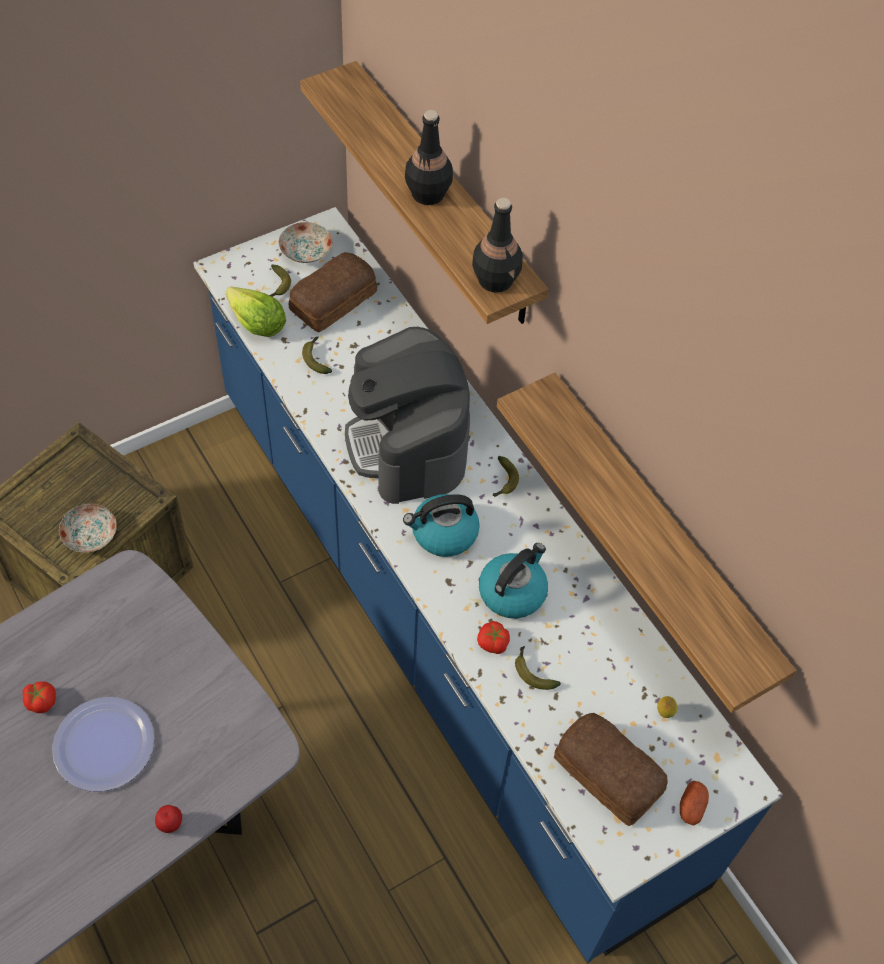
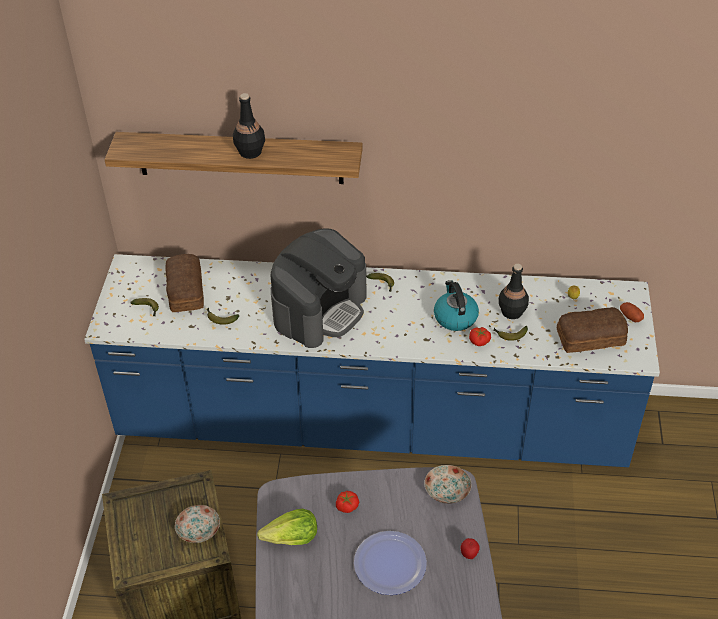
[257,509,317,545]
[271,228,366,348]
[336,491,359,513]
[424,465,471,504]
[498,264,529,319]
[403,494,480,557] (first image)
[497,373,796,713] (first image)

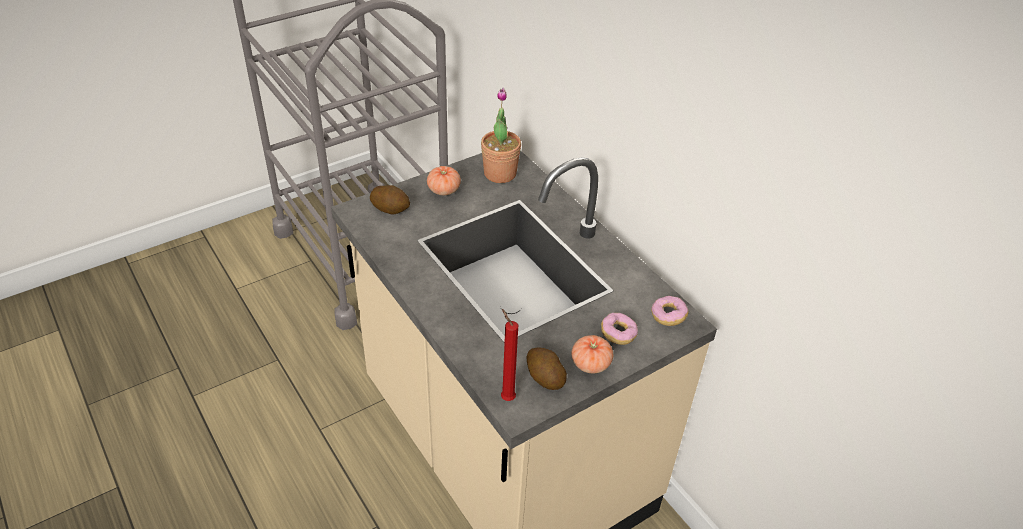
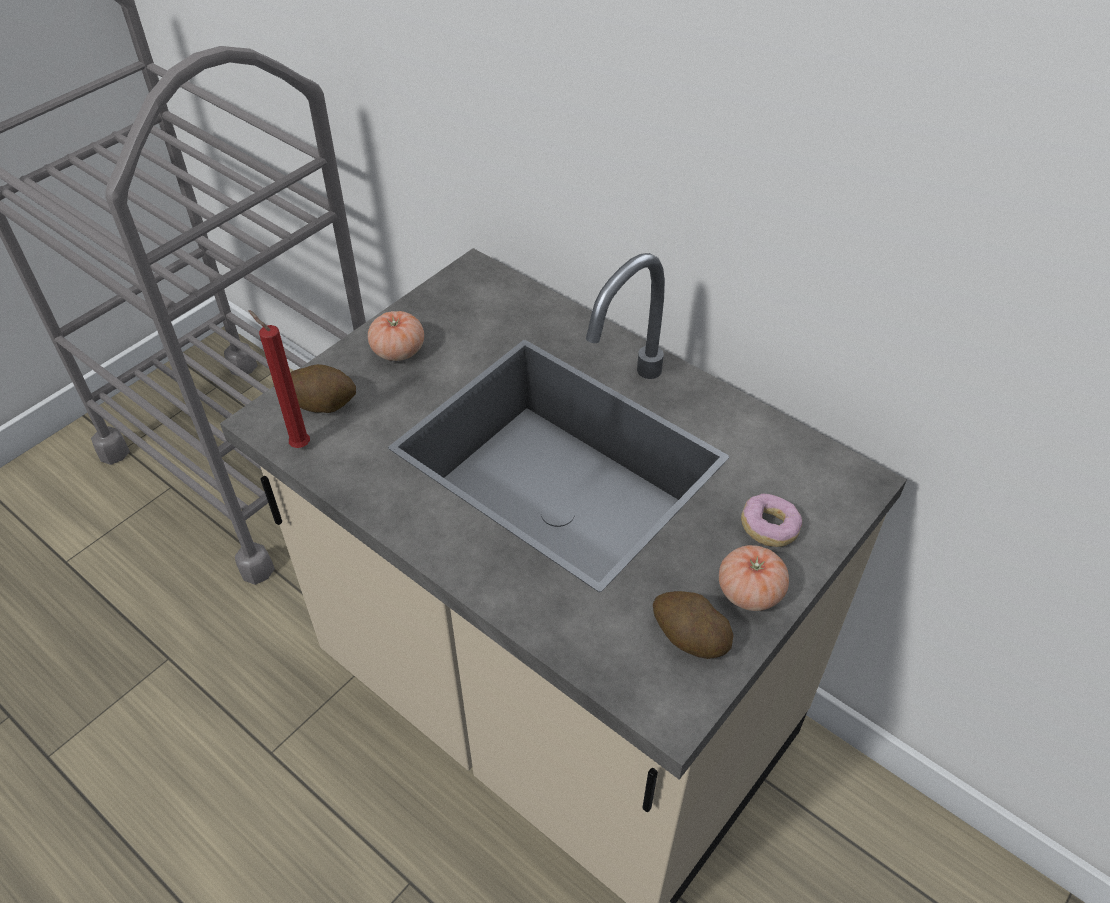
[248,310,310,448]
[481,88,521,183] (first image)
[651,296,689,326] (first image)

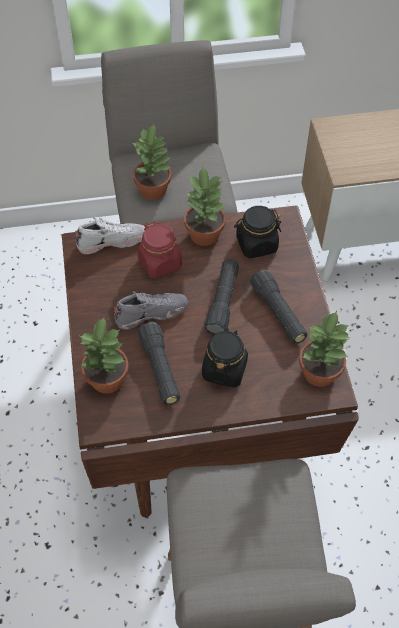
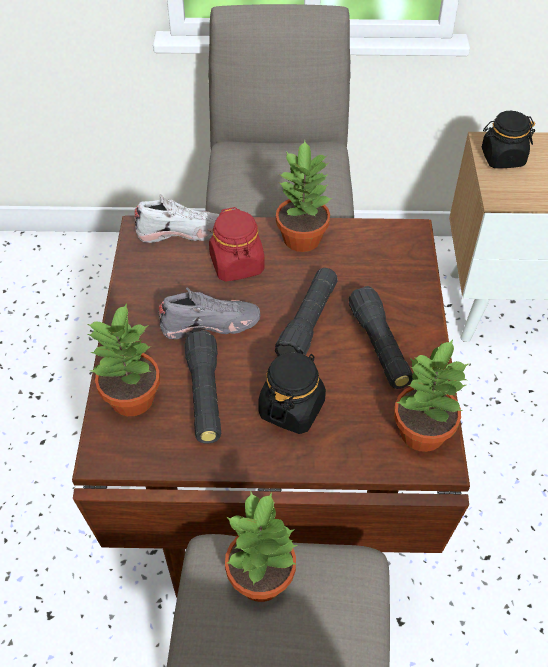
[225,492,298,602]
[482,111,535,168]

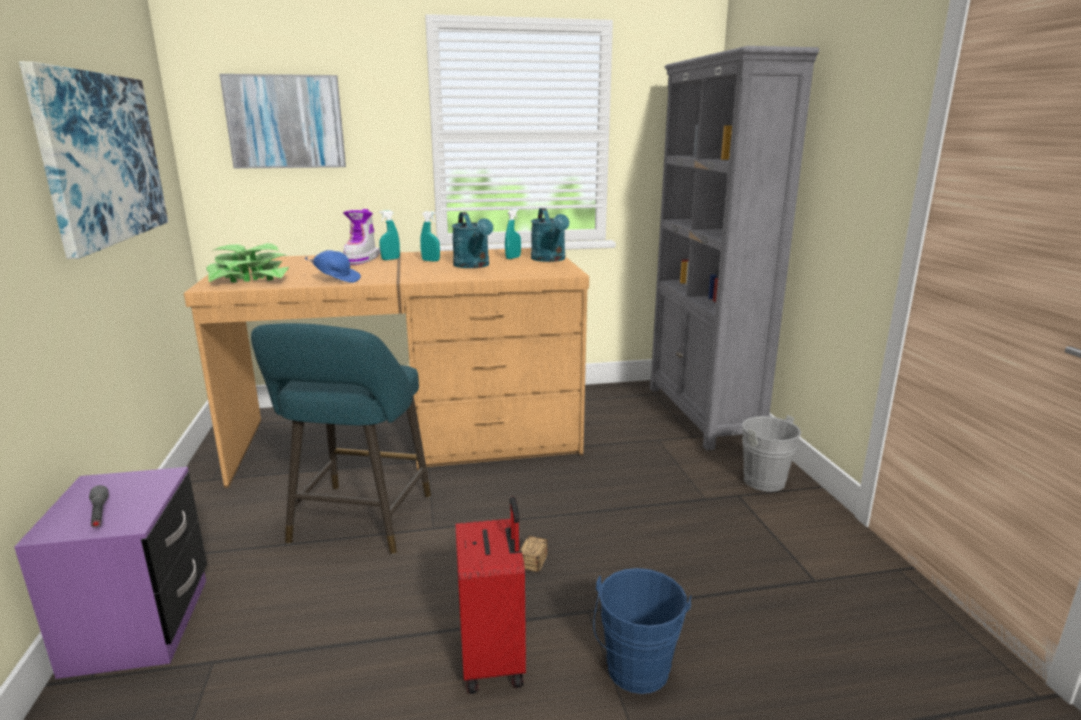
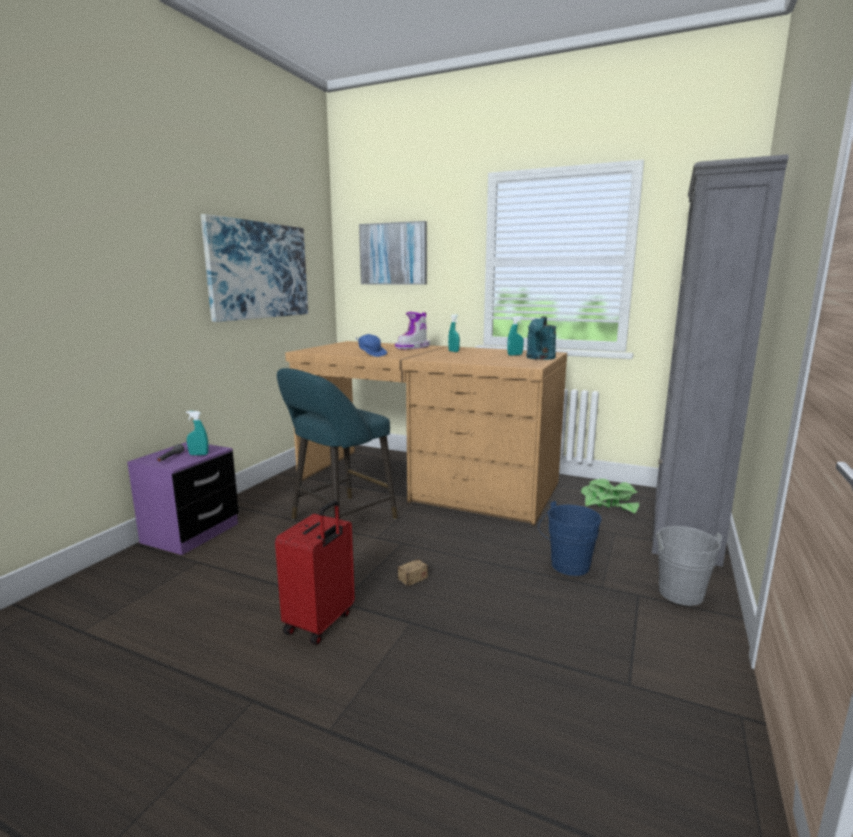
[186,411,209,456]
[538,501,602,576]
[581,479,639,513]
[452,212,493,268] (first image)

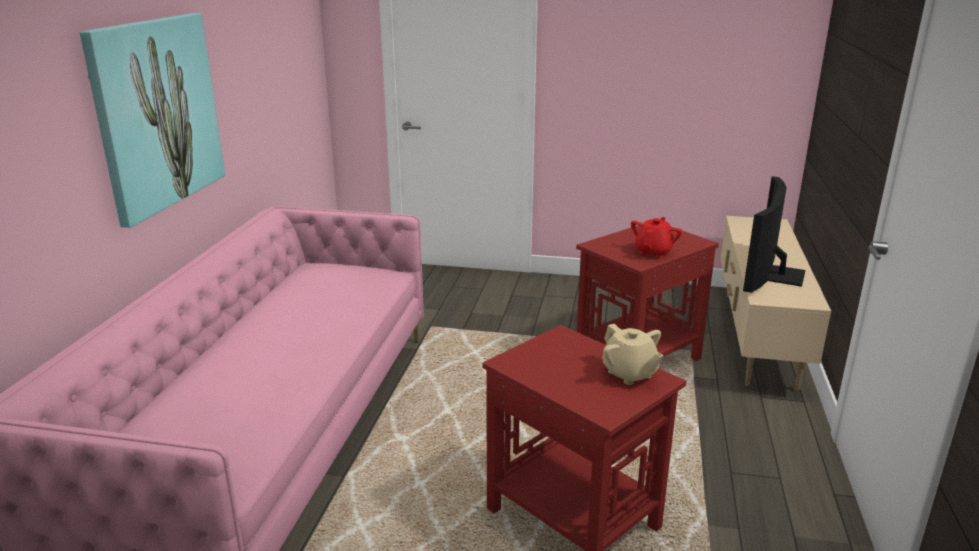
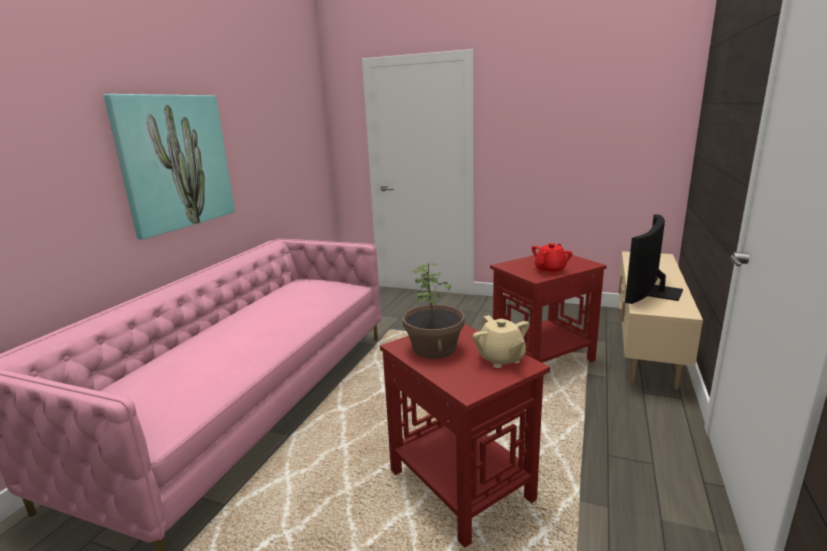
[403,264,465,359]

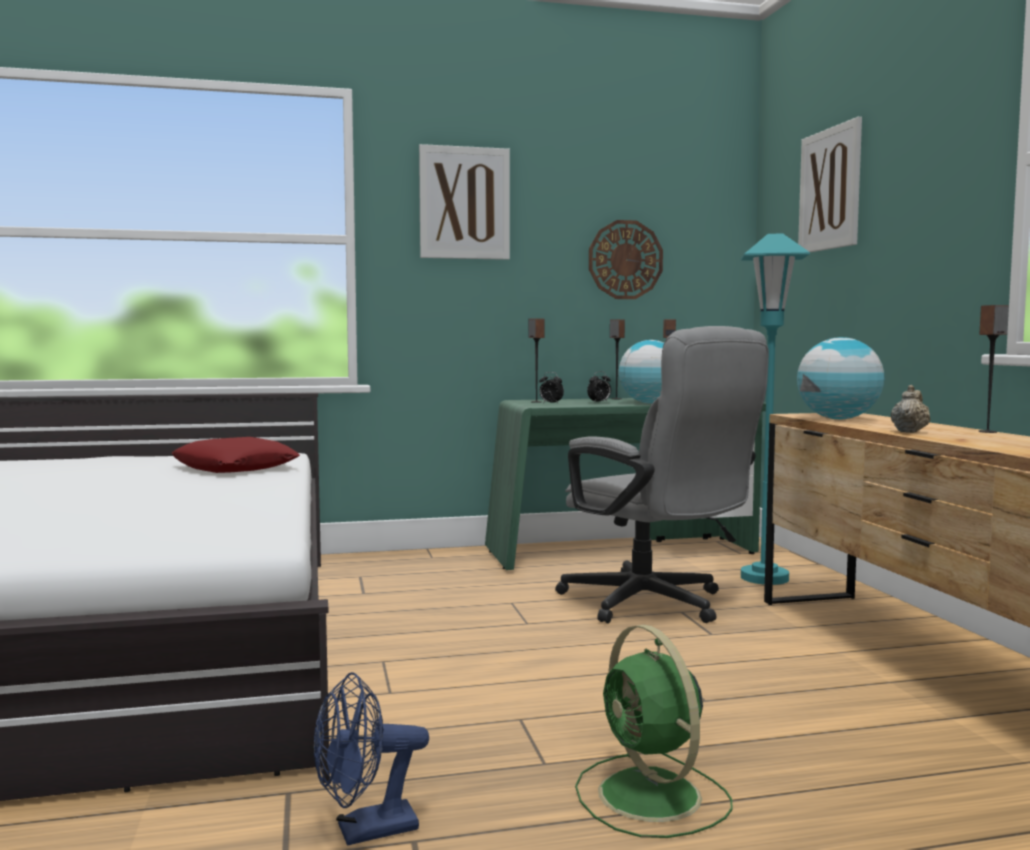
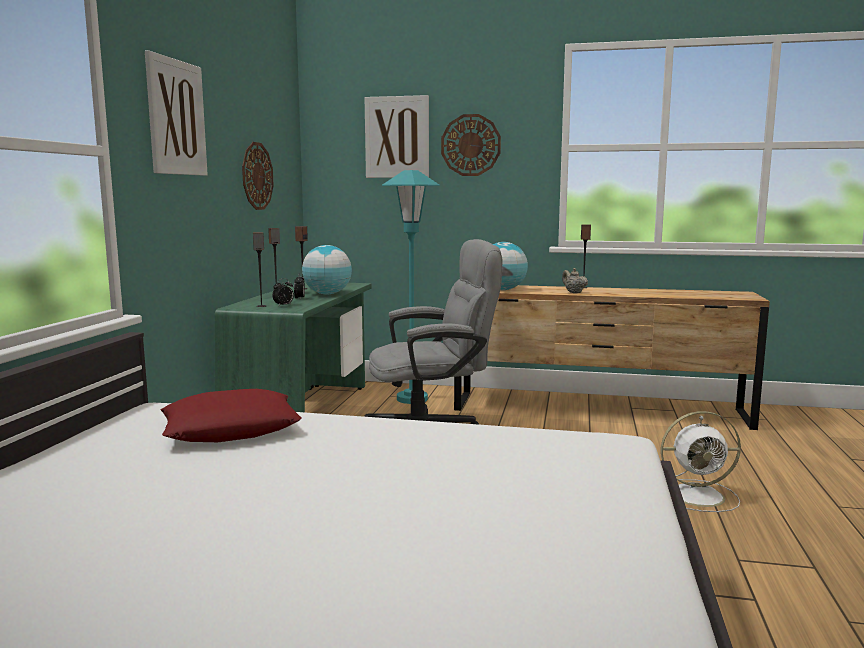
[441,114,501,176]
[661,411,741,512]
[314,672,429,846] (first image)

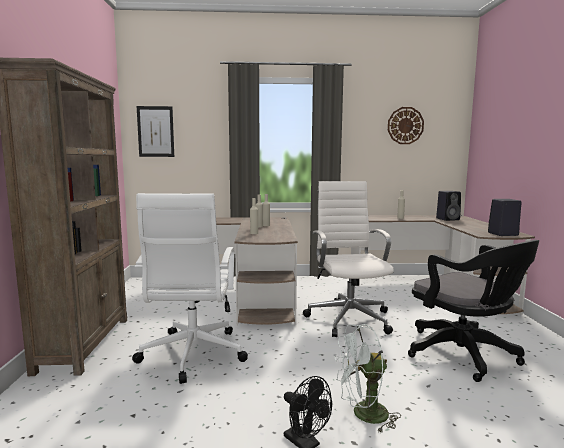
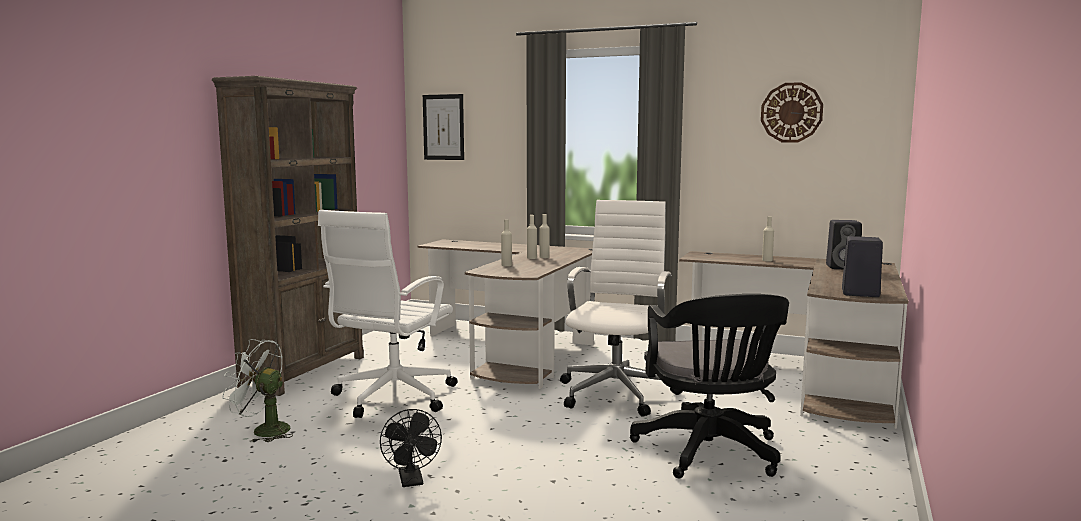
[223,339,293,443]

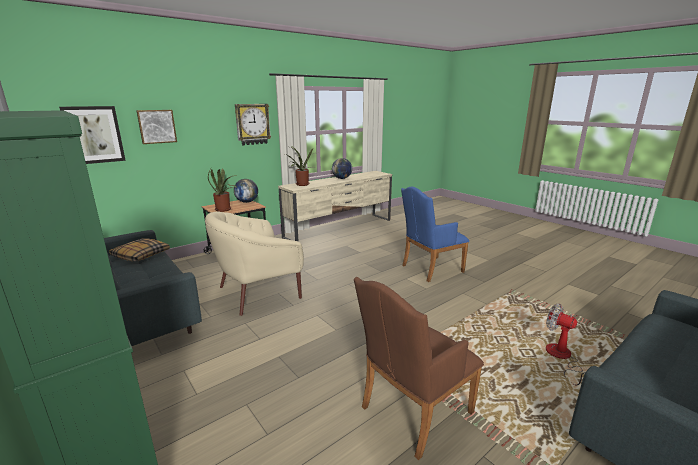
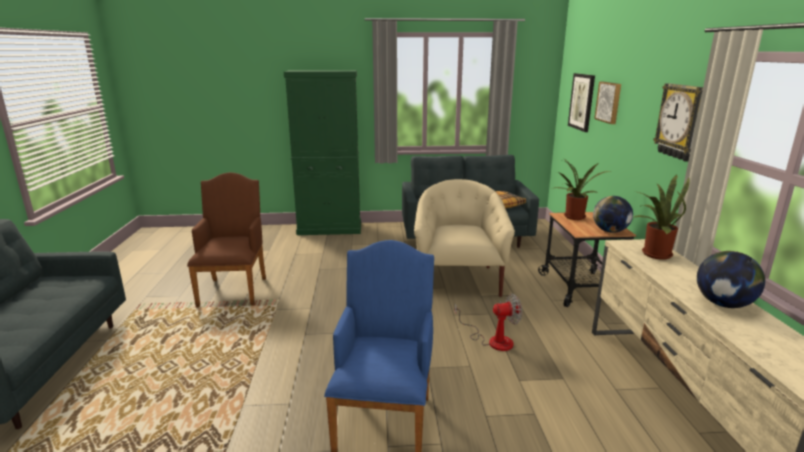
[455,293,522,351]

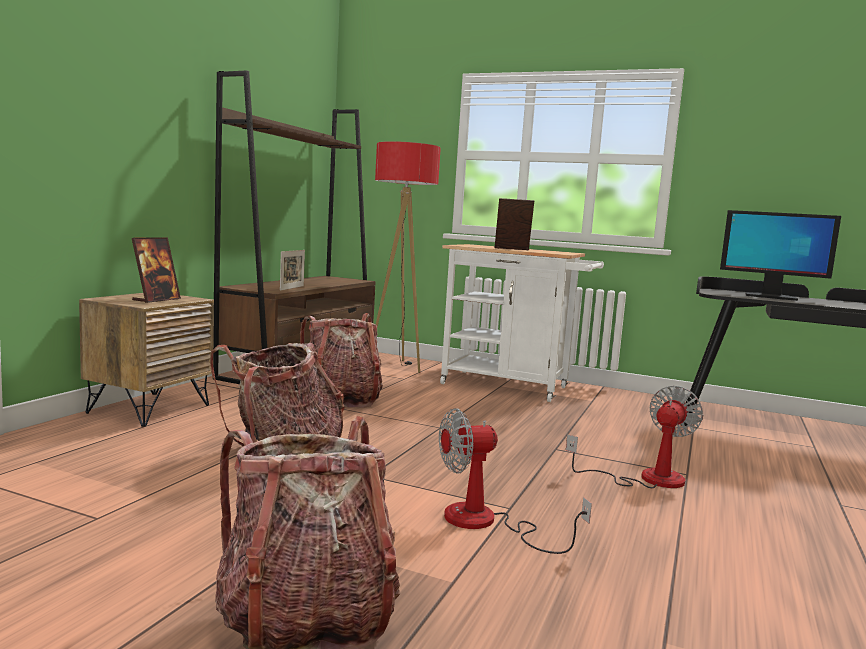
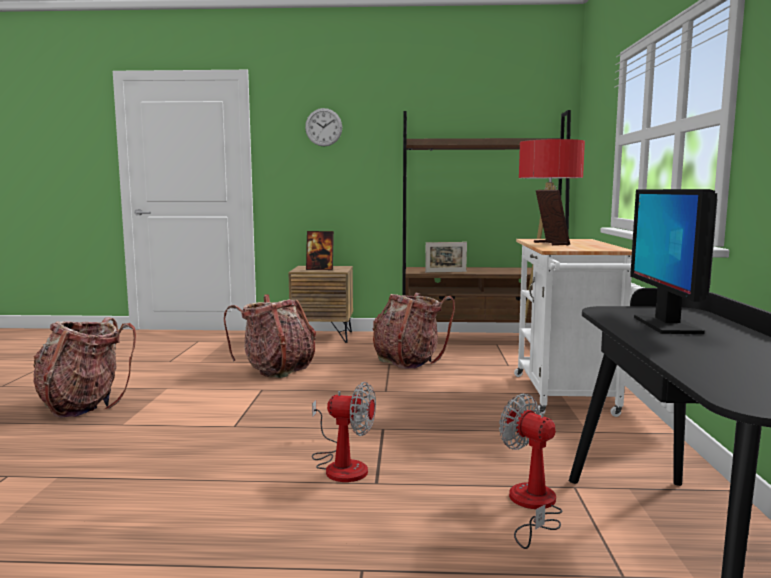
[305,108,342,146]
[499,394,562,549]

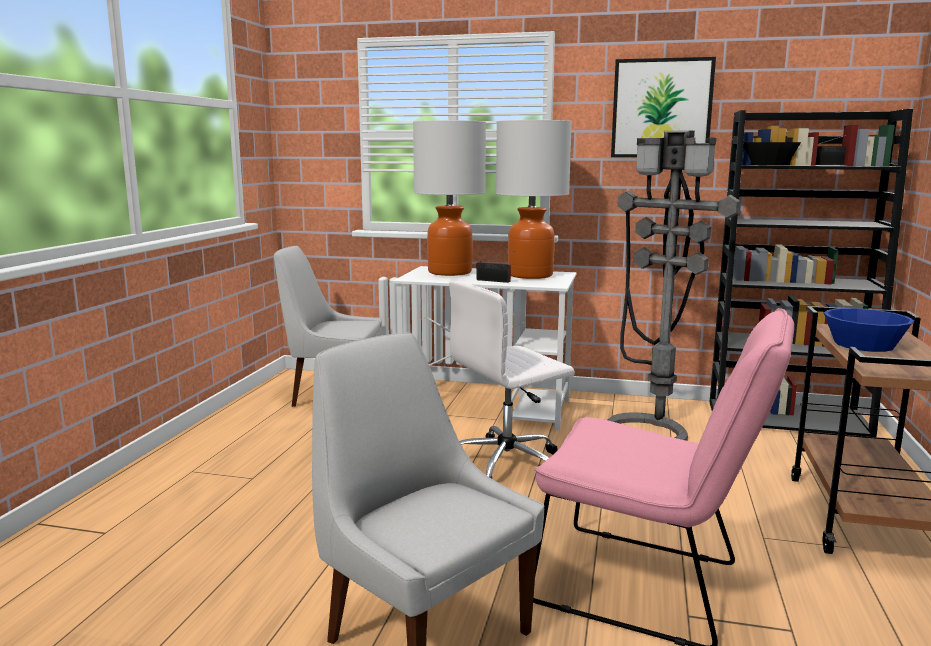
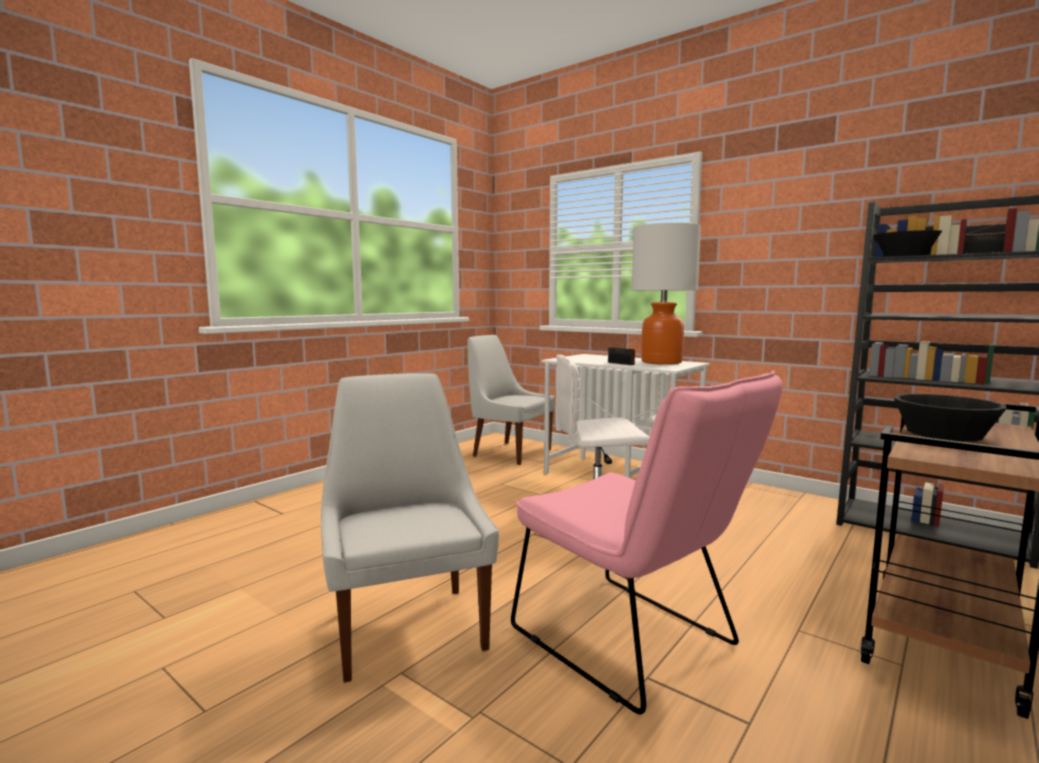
[894,394,1007,441]
[413,120,486,276] (first image)
[608,130,741,441] (first image)
[611,57,716,157] (first image)

